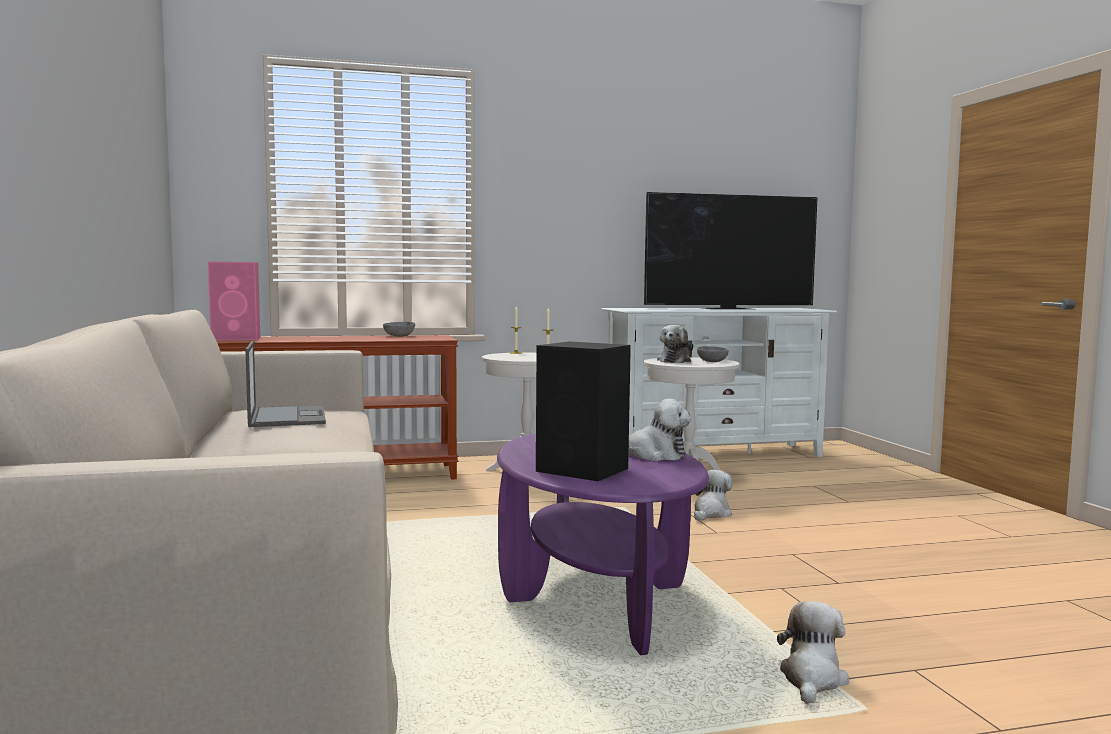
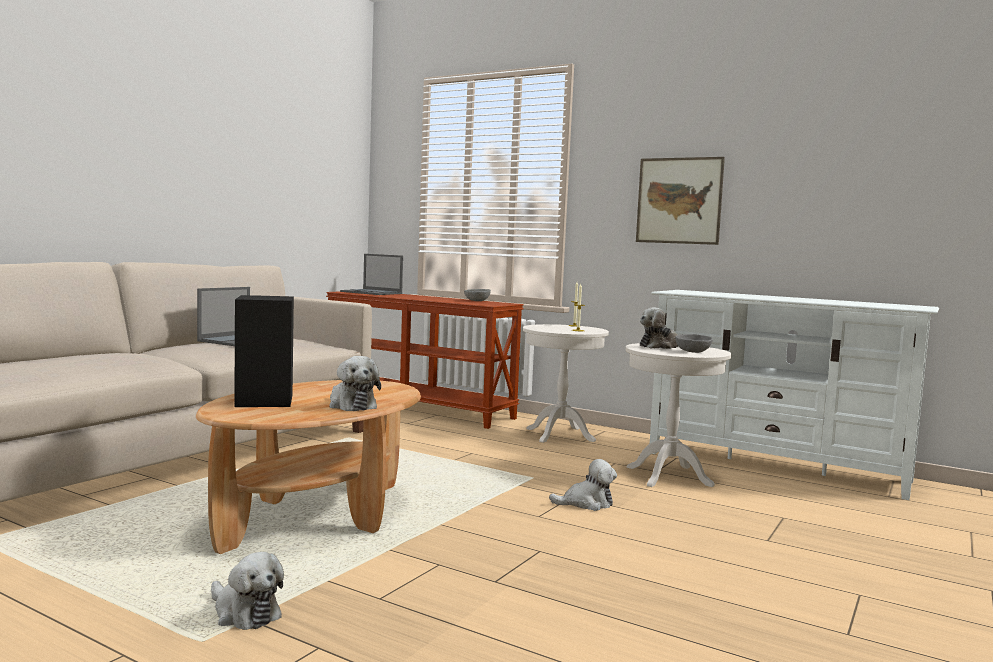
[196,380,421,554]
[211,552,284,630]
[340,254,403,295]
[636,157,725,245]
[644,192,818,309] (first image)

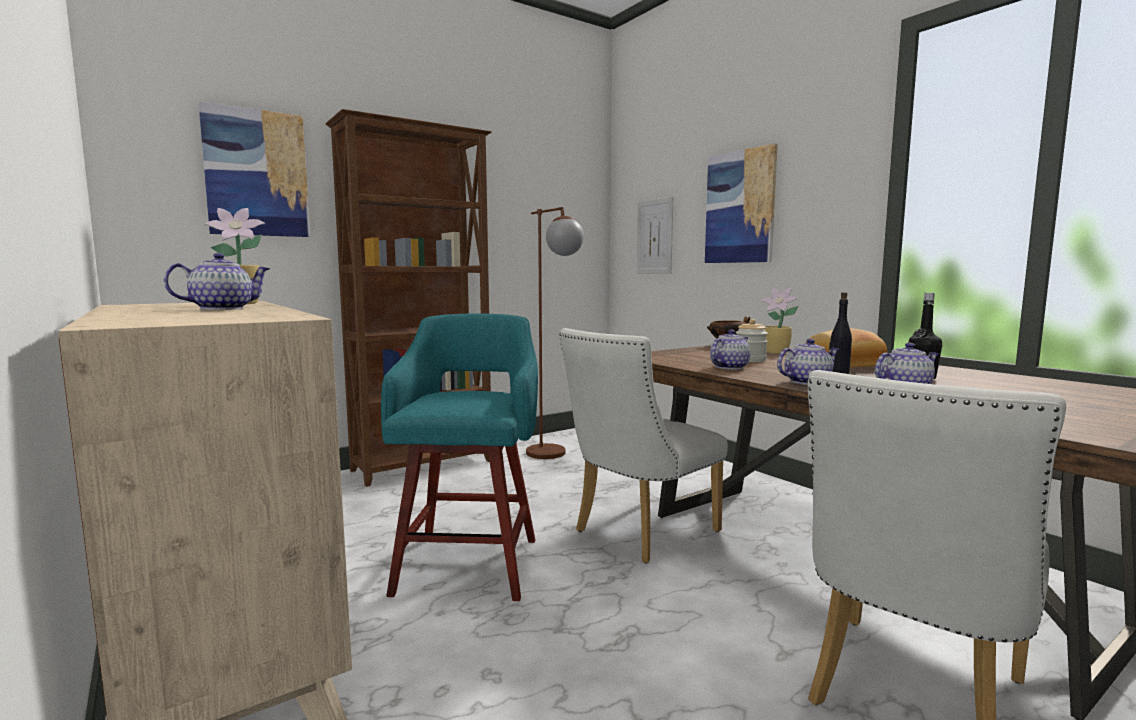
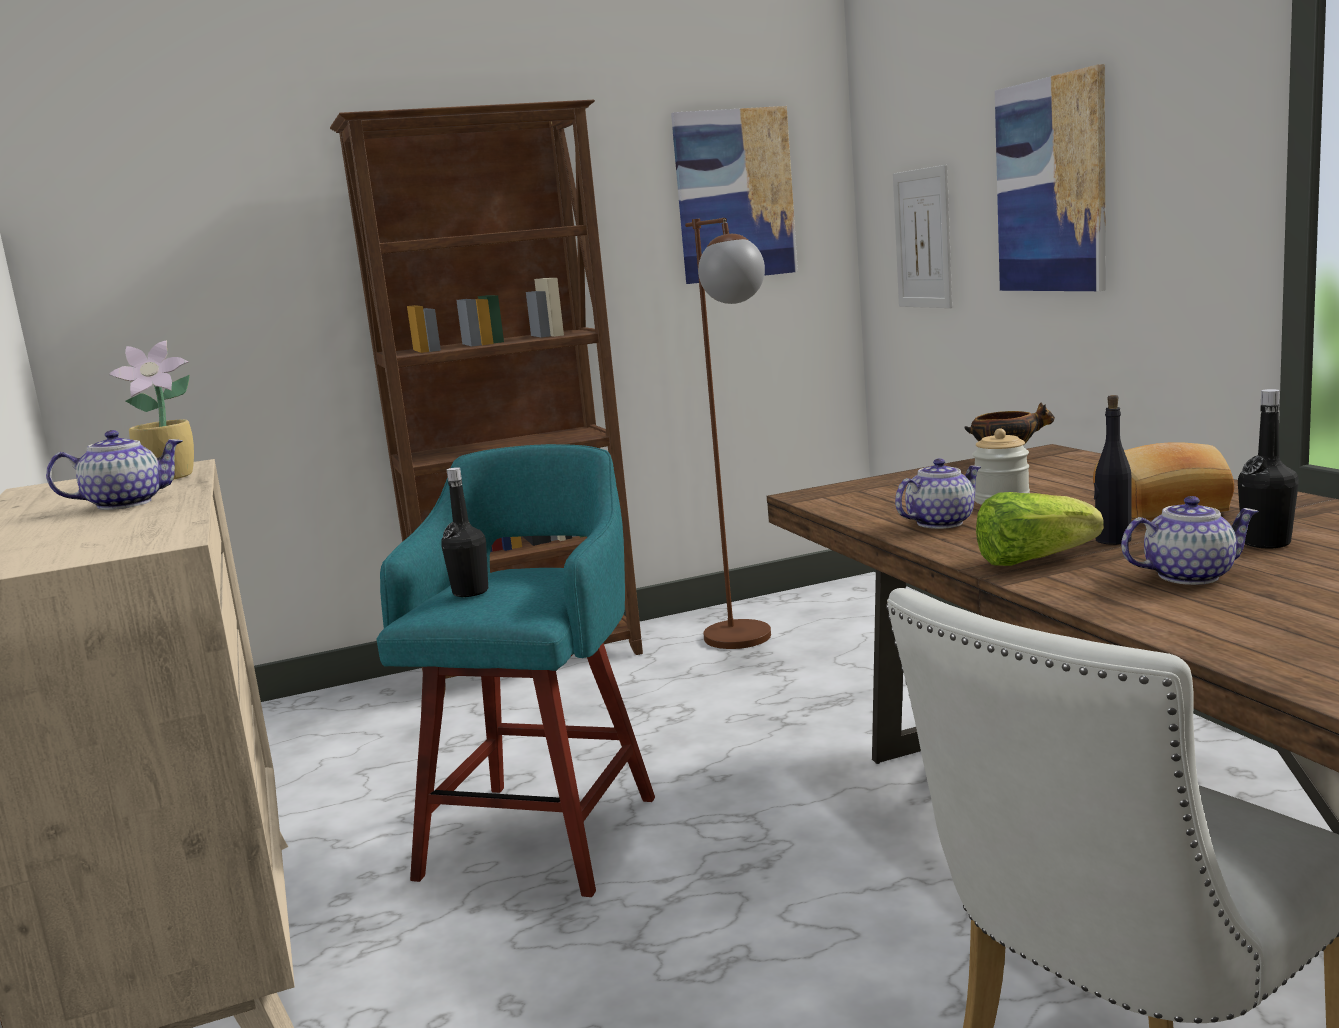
[441,467,488,597]
[671,106,798,284]
[976,492,1104,566]
[559,328,728,563] (first image)
[761,288,798,354] (first image)

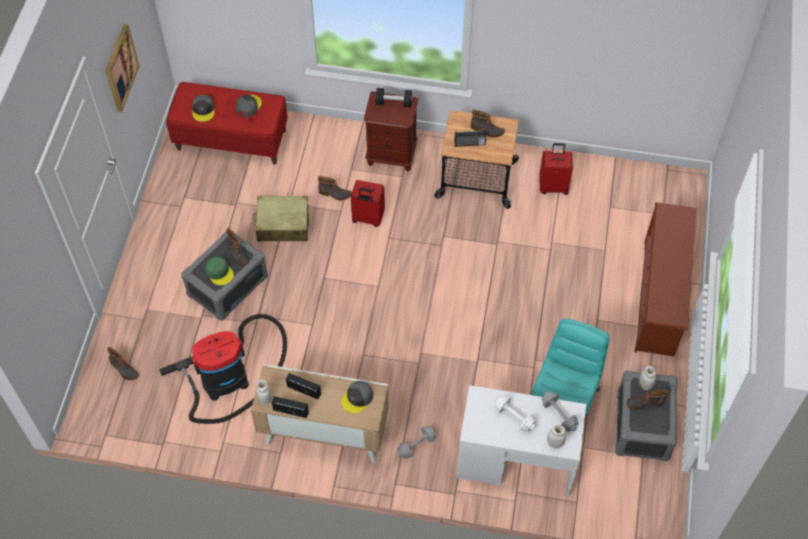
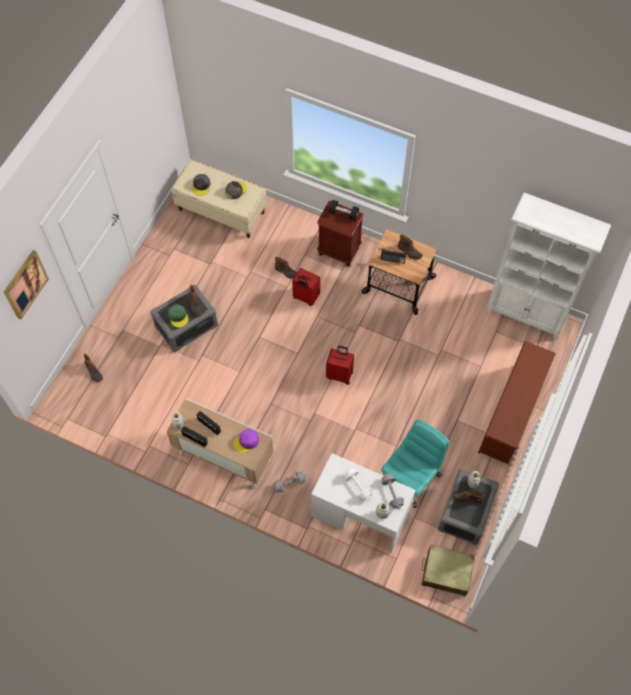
[4,250,49,319]
[172,160,267,238]
[234,429,259,453]
[326,346,354,385]
[421,545,475,596]
[486,193,611,340]
[159,314,287,424] (first image)

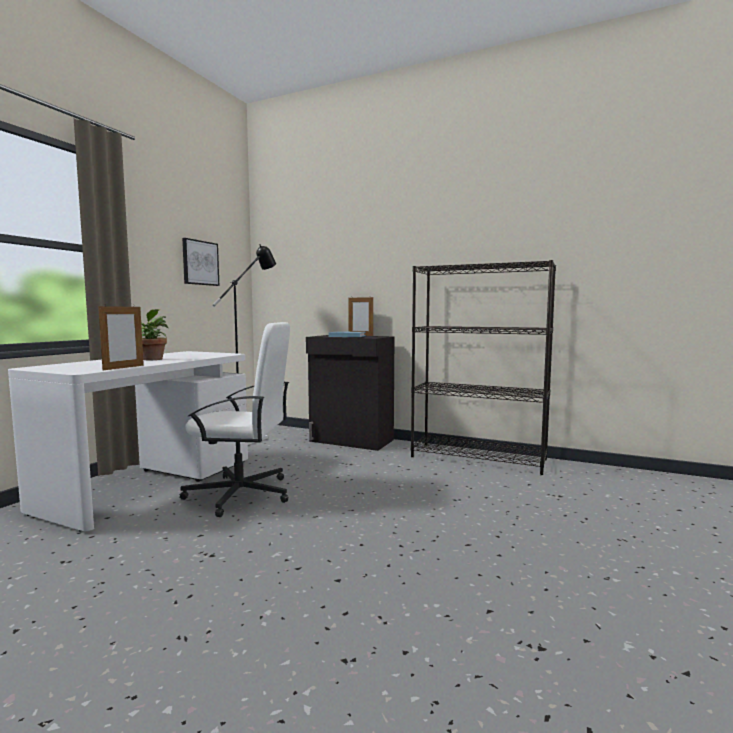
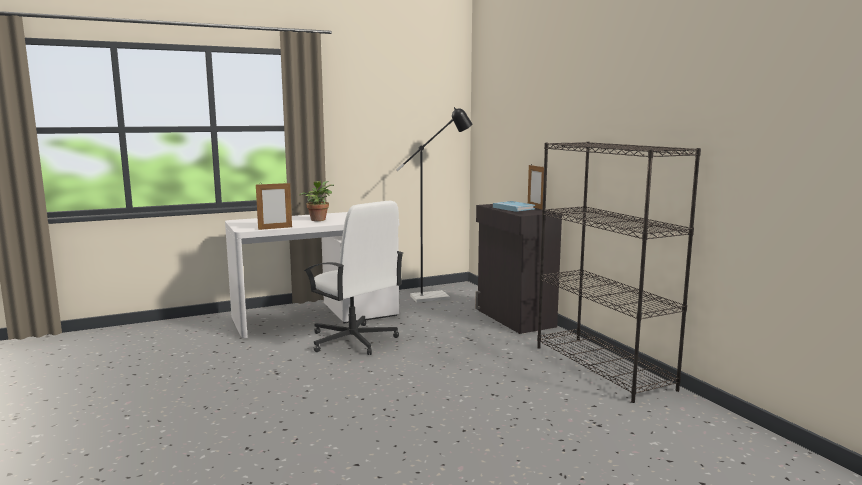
[182,238,219,286] (first image)

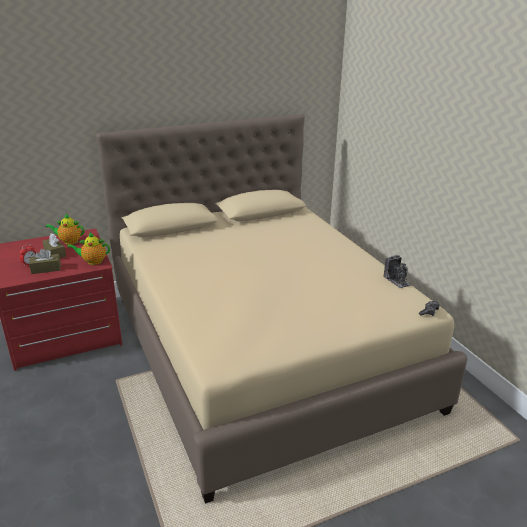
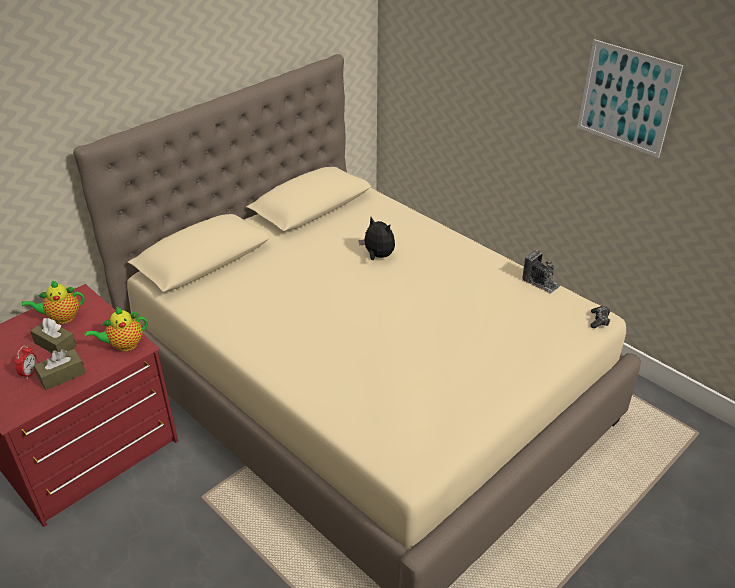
[359,217,395,260]
[577,39,683,158]

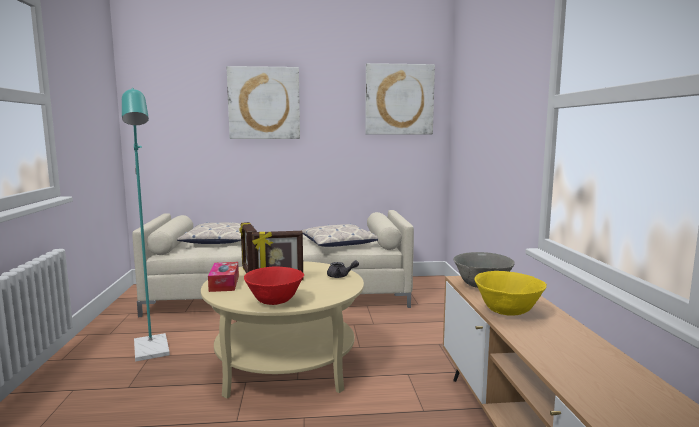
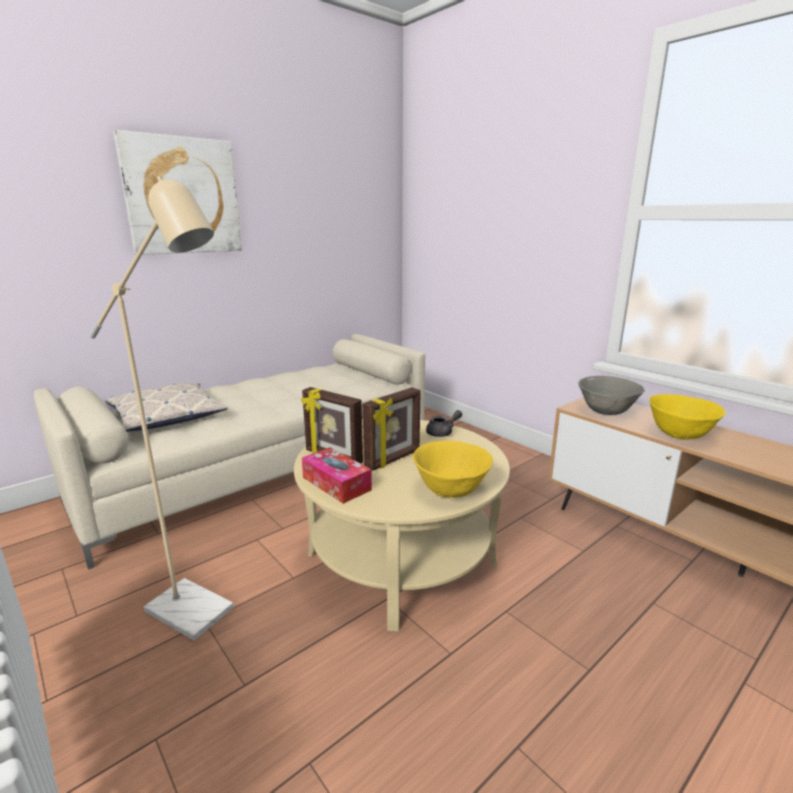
[89,176,234,641]
[413,441,493,498]
[300,224,378,247] (first image)
[365,63,435,135] (first image)

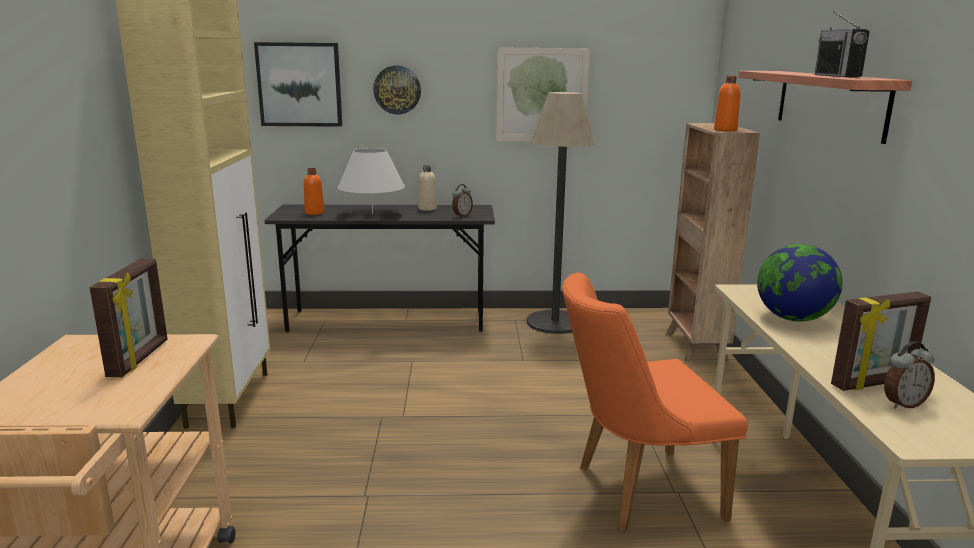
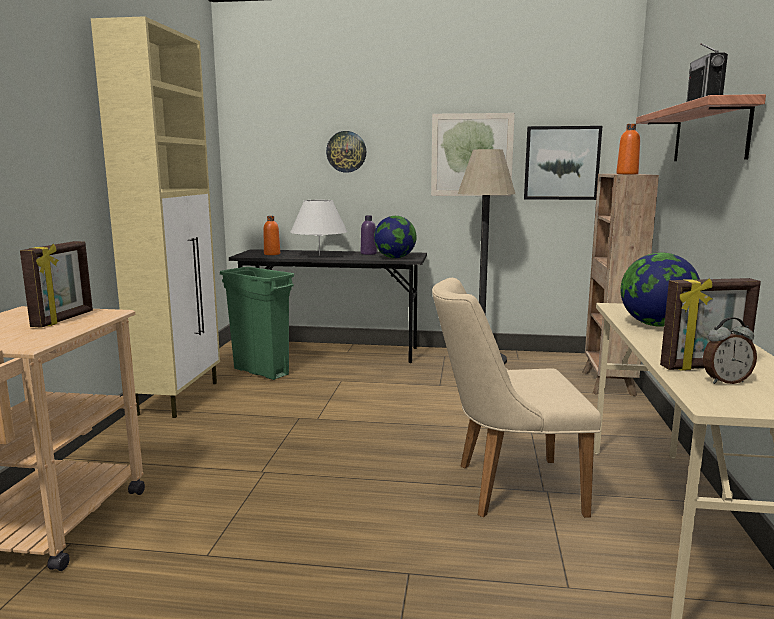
[220,267,294,380]
[361,215,377,255]
[374,216,417,258]
[432,278,601,518]
[524,126,602,200]

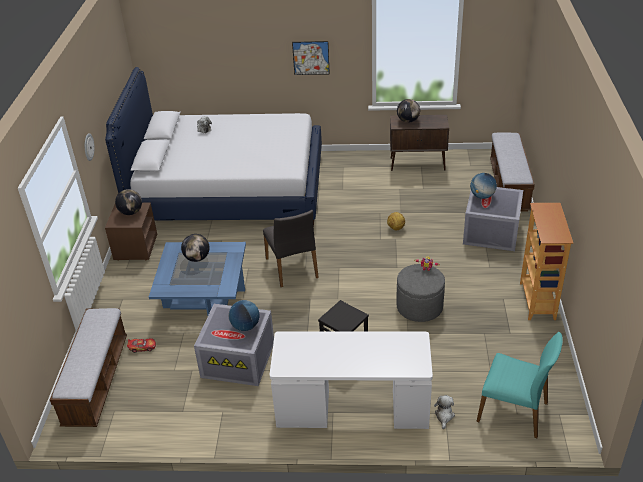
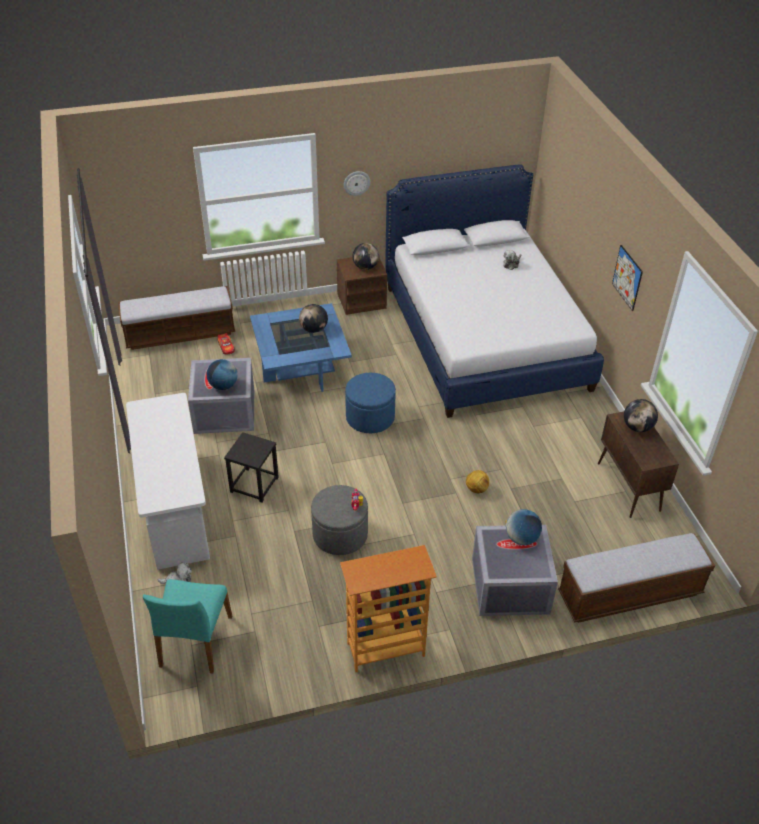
[345,373,396,433]

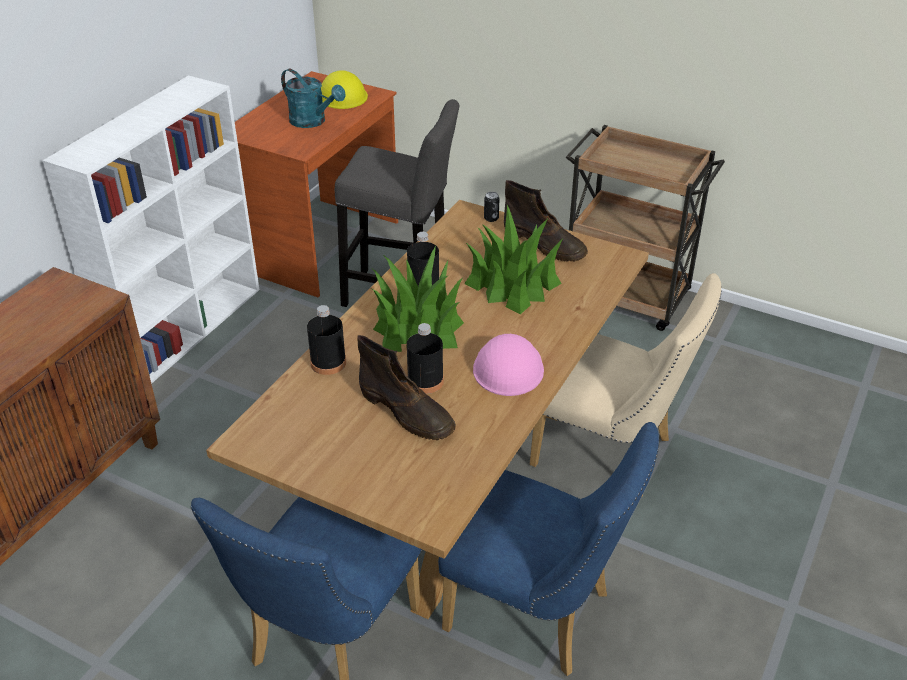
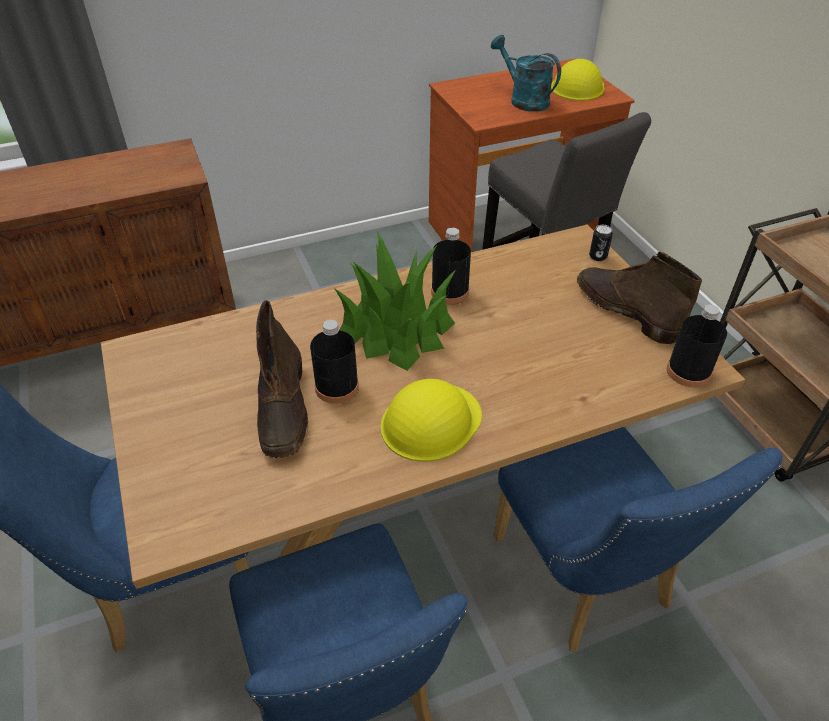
[381,379,482,462]
[491,35,561,112]
[494,427,783,652]
[577,252,702,345]
[667,305,727,388]
[43,75,260,384] (first image)
[464,205,562,314] (first image)

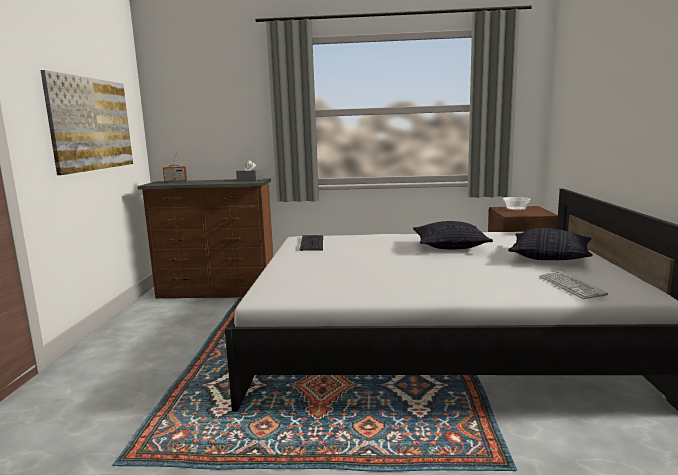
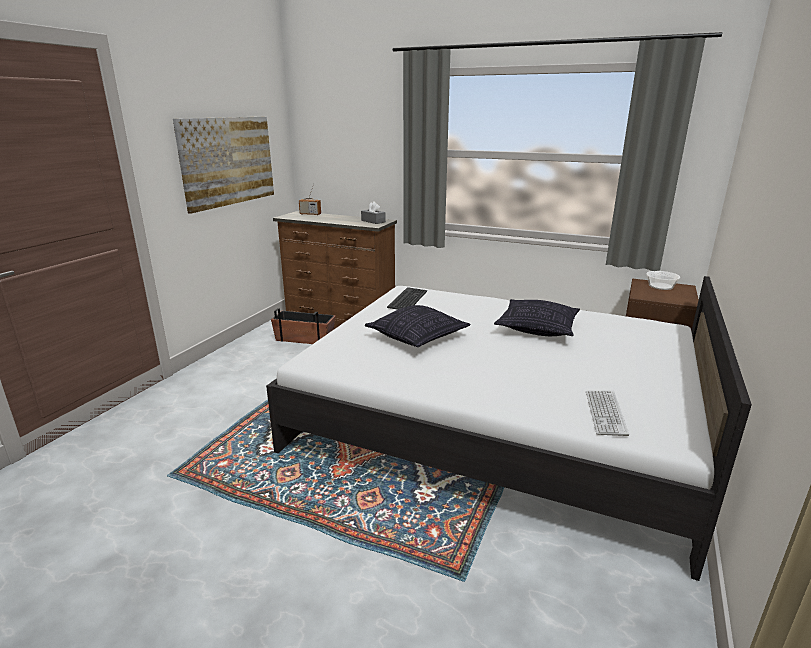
[271,308,336,344]
[365,305,471,347]

